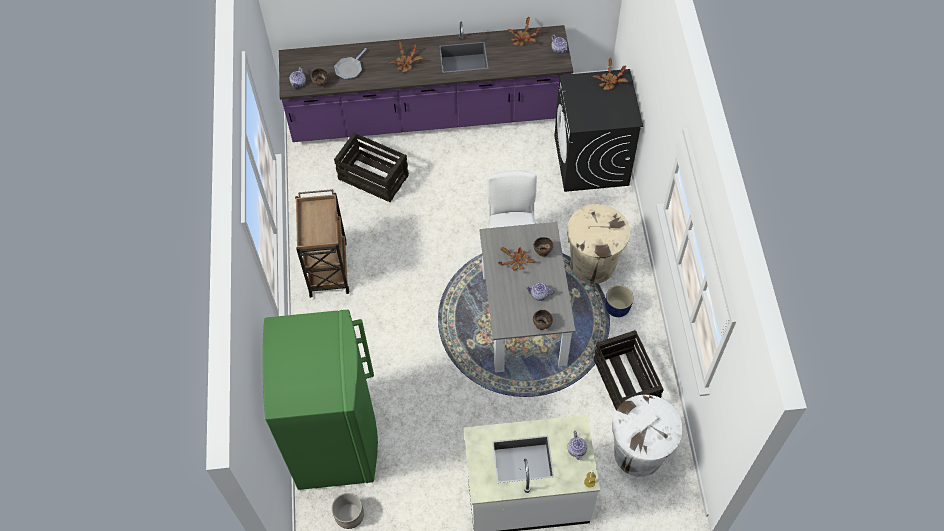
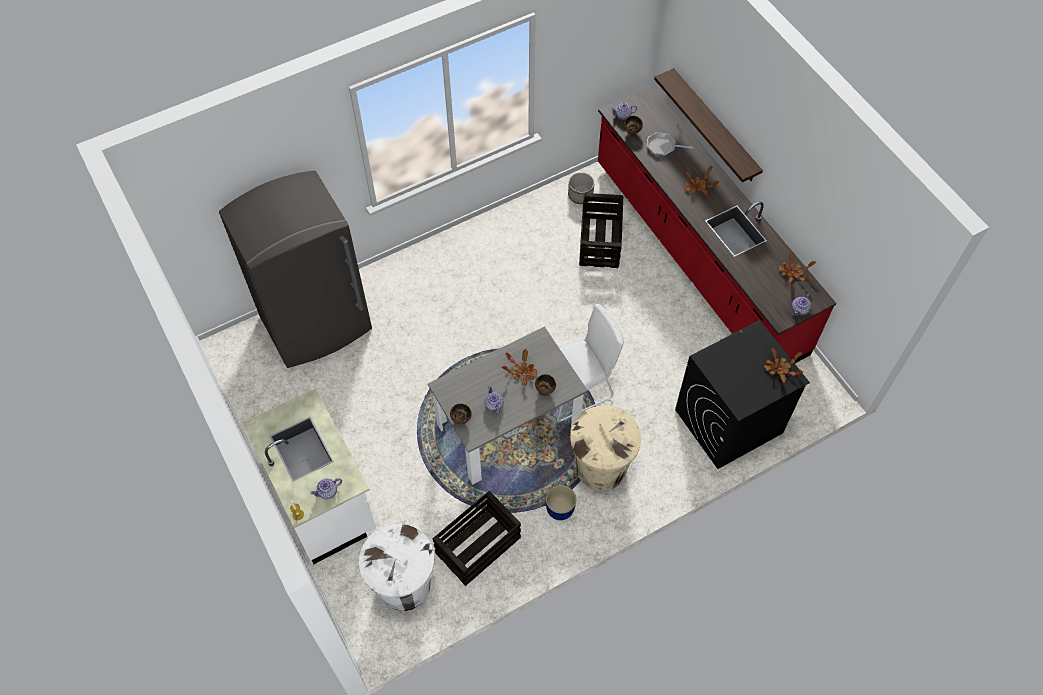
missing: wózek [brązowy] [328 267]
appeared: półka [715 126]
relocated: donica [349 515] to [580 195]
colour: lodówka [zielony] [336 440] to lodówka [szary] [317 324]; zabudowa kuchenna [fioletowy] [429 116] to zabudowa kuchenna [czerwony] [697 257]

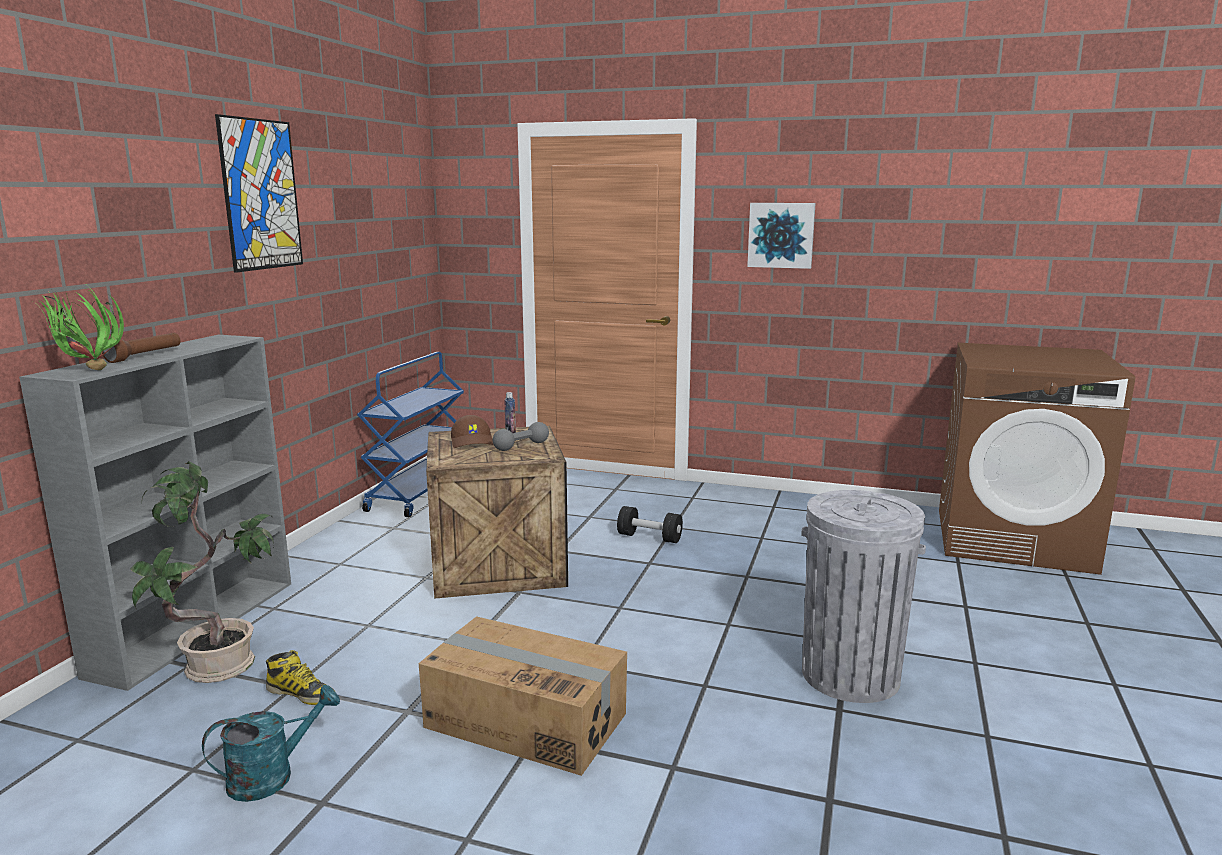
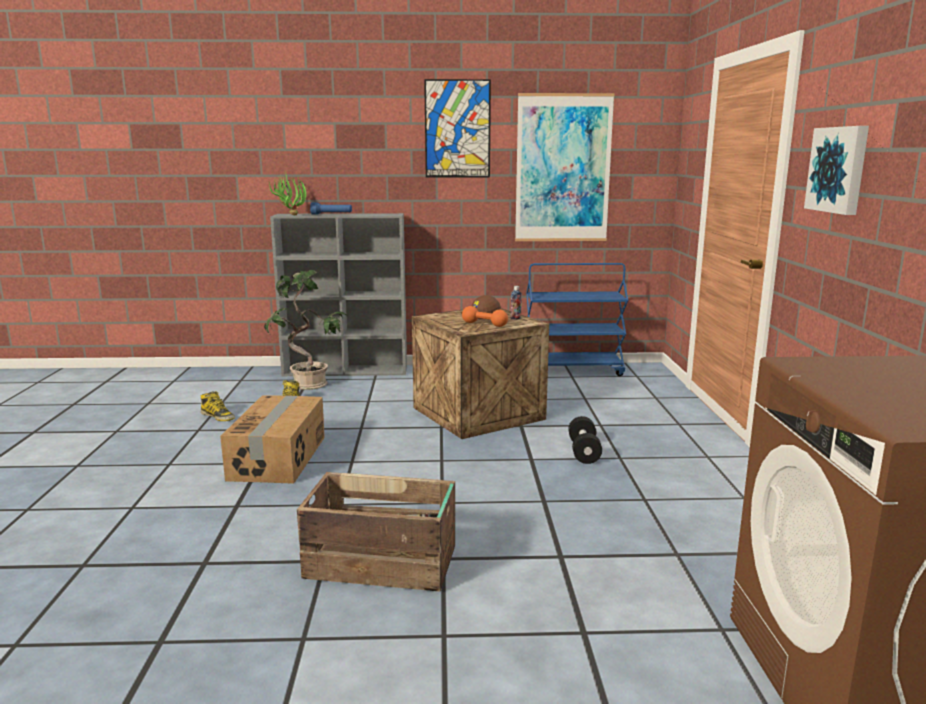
appeared: obraz [563 169]
exchanged: konewka [turkusowy] [272 776] to but z cholewką [218 416]; kosz na śmieci [szary] [850 675] to skrzynka [383 563]
colour: latarka [brązowy] [145 356] to latarka [niebieski] [331 214]; hantel [szary] [521 446] to hantel [pomarańczowy] [484 324]

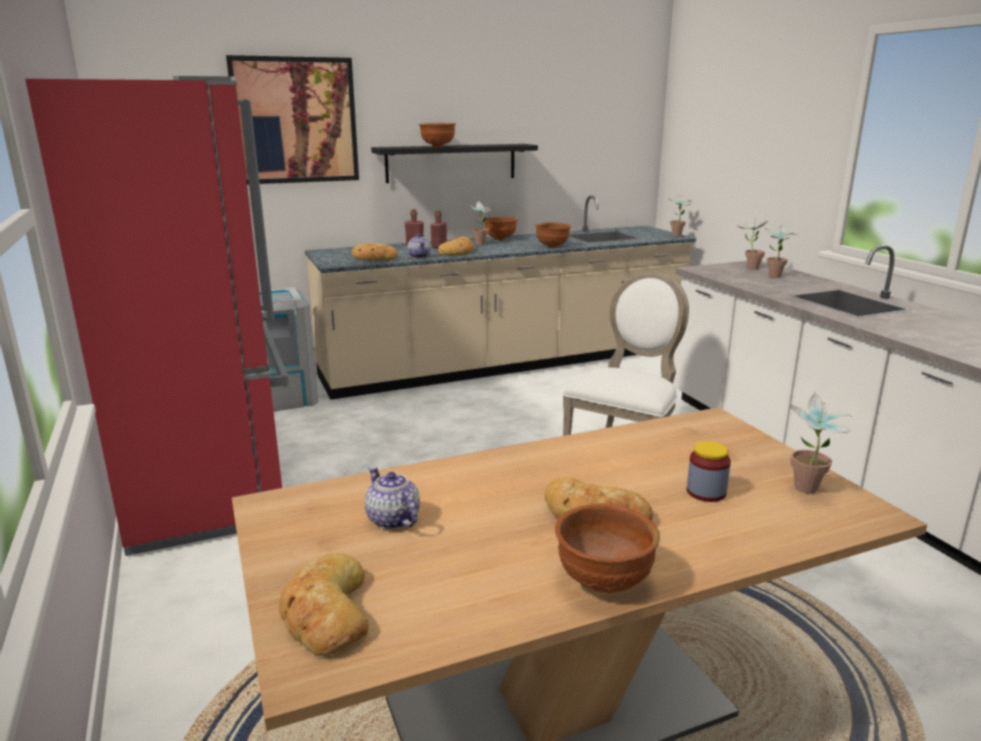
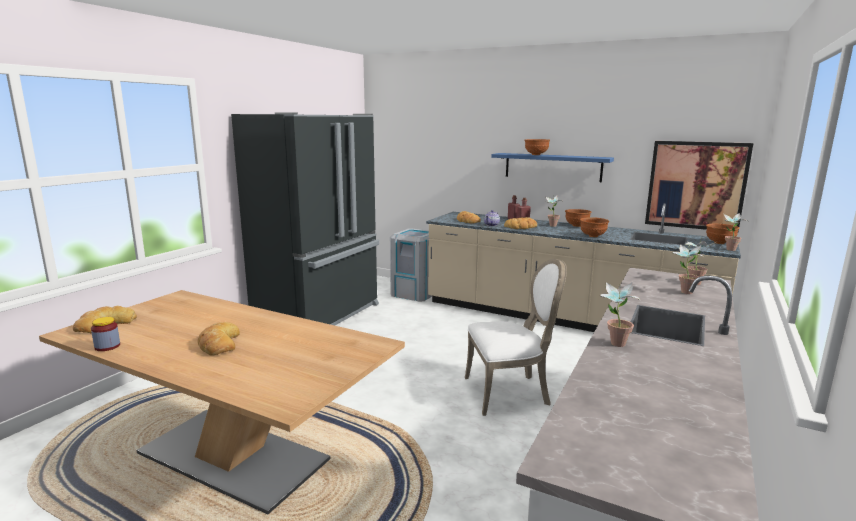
missing: imbryk [393 520]
relocated: obraz [295 121] to [696 185]; miska [brązowy] [602 580] to [719 243]; słoik [706 492] to [107 346]; roślina doniczkowa [807 492] to [614 345]
colour: lodówka [czerwony] [211 483] to lodówka [czarny] [321 315]; półka [czarny] [451 163] to półka [niebieski] [552 167]

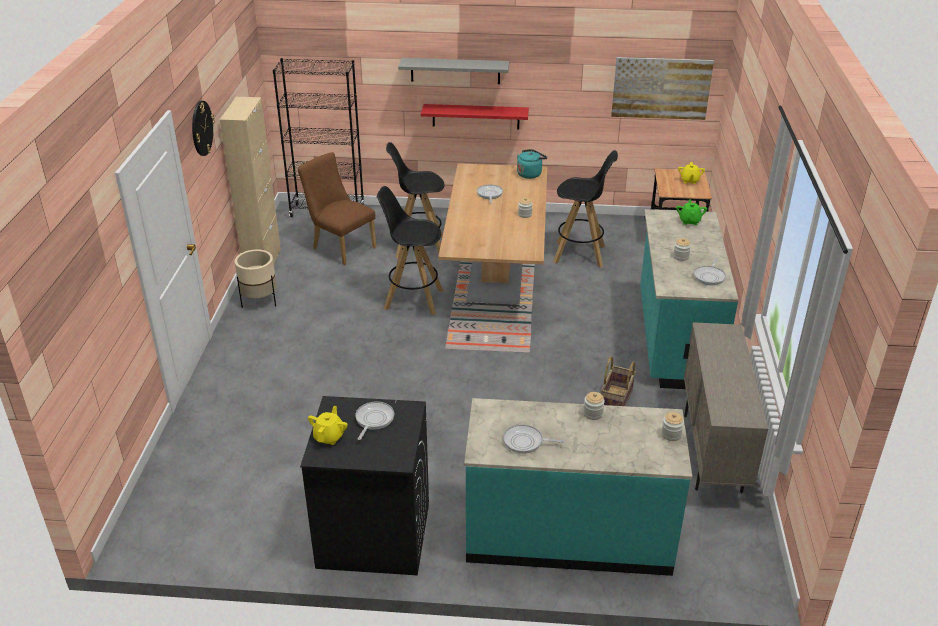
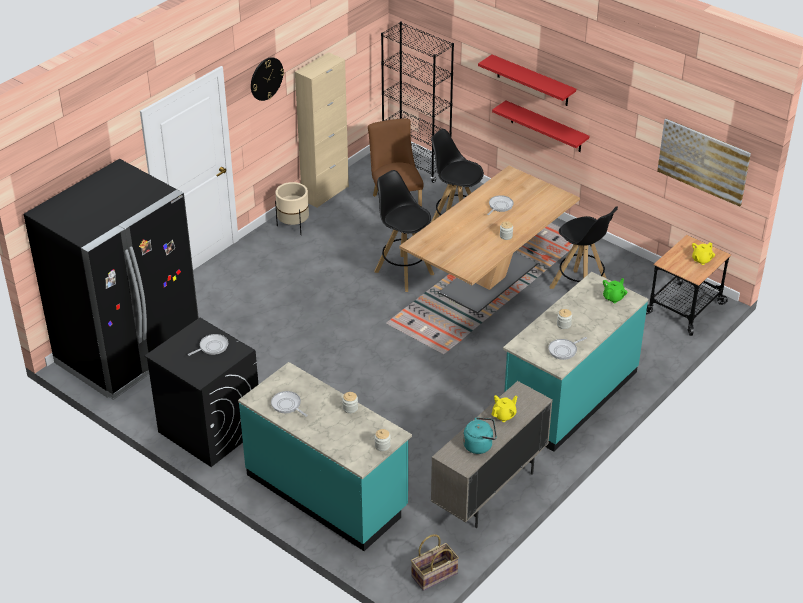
appeared: lodówka [czarny] [129 352]
relocated: imbryk [żółty] [329 437] to [504 415]; czajnik [turkusowy] [530 174] to [479 445]; koszyk [616 400] to [434 575]
colour: półka [szary] [455 70] to półka [czerwony] [532 81]

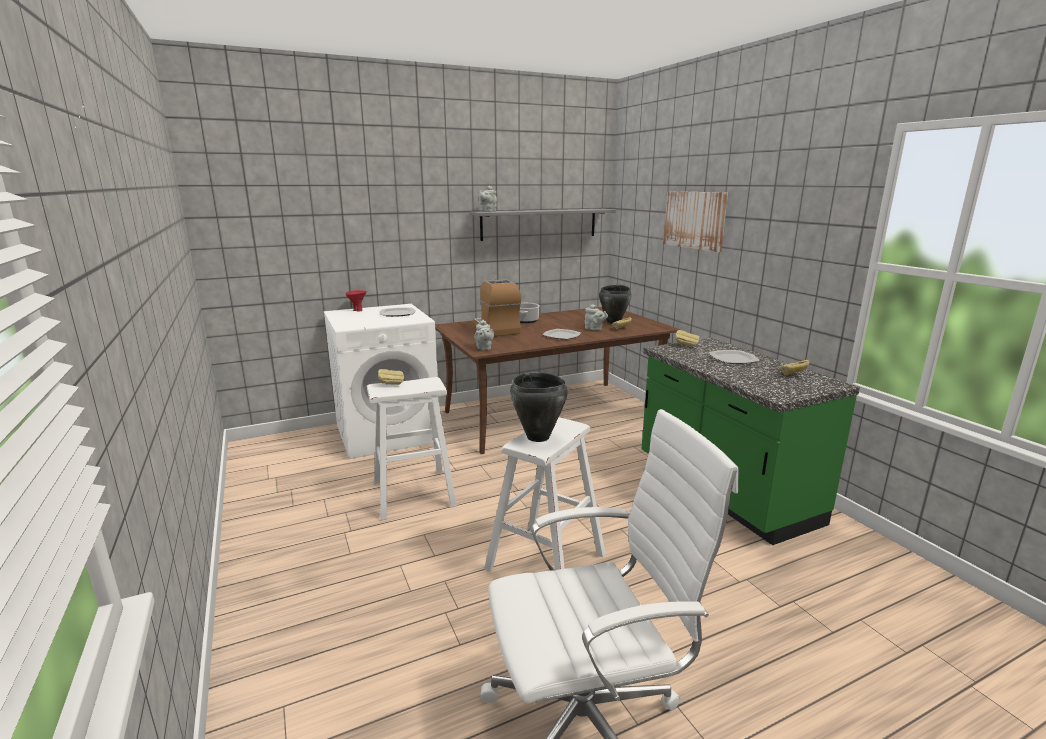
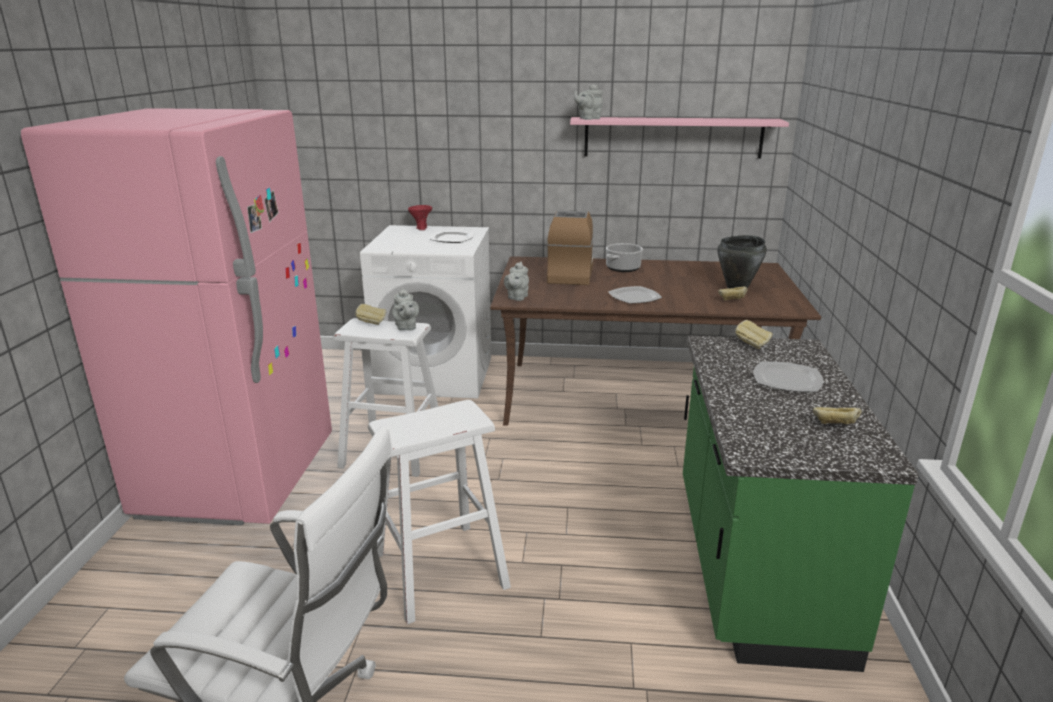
missing: garnek [czarny] [538 437]; obraz [695 220]
appeared: lodówka [różowy] [240 477]
relocated: imbryk [szary] [594 329] to [406 327]
colour: półka [szary] [539 224] to półka [różowy] [673 137]

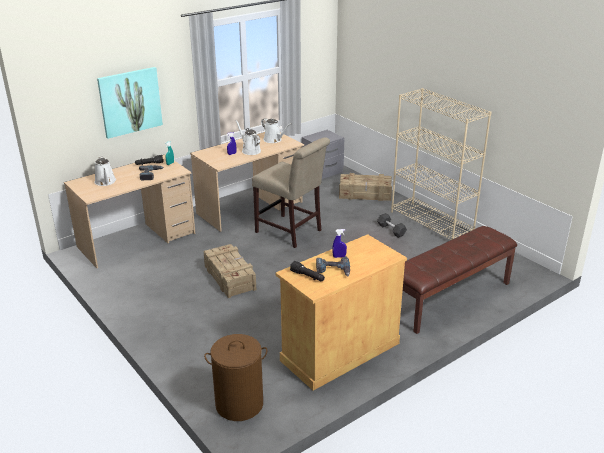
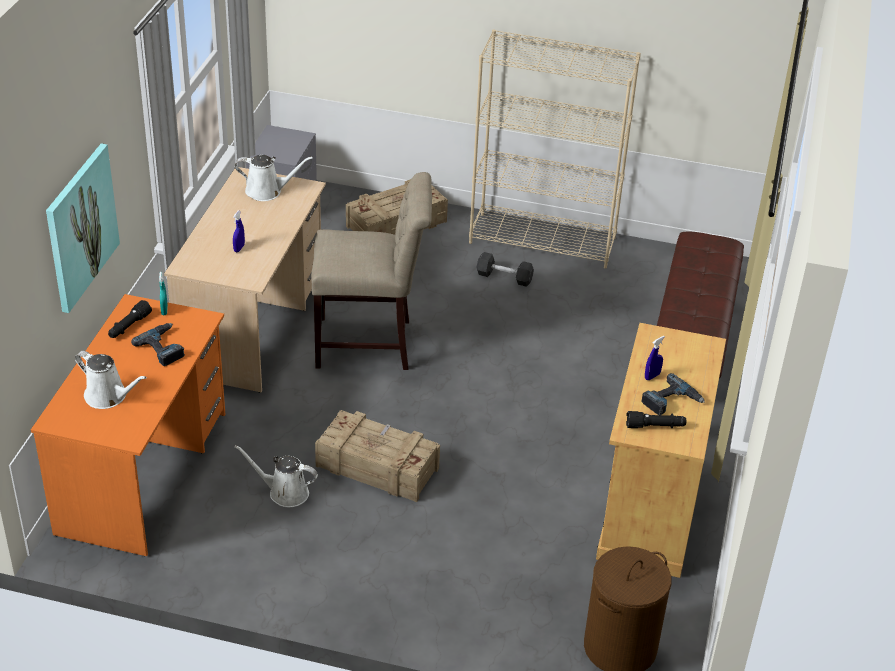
relocated: konewka [biały] [250 150] to [284 492]
colour: biurko [beżowy] [137 240] to biurko [pomarańczowy] [143 472]

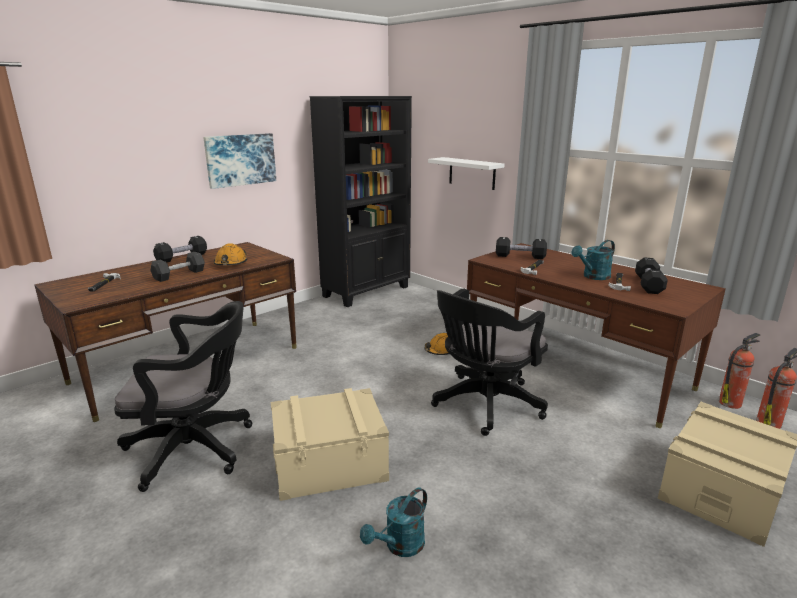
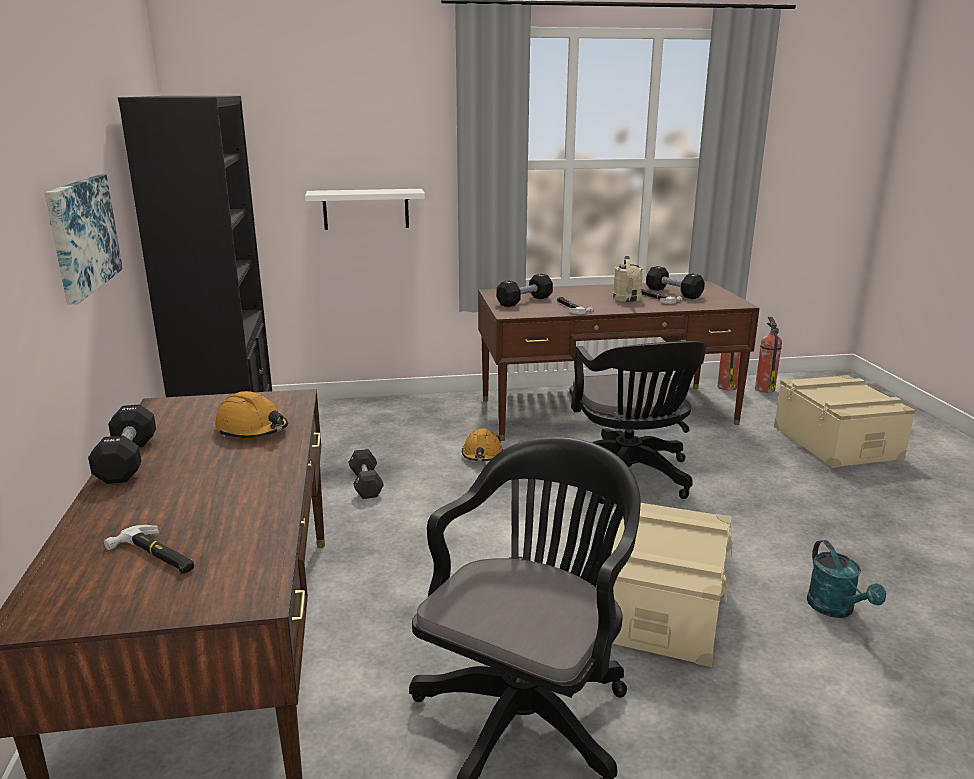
relocated: hantel [czarny] [179 275] to [366 484]
colour: konewka [turkusowy] [593 277] to konewka [beżowy] [628 299]

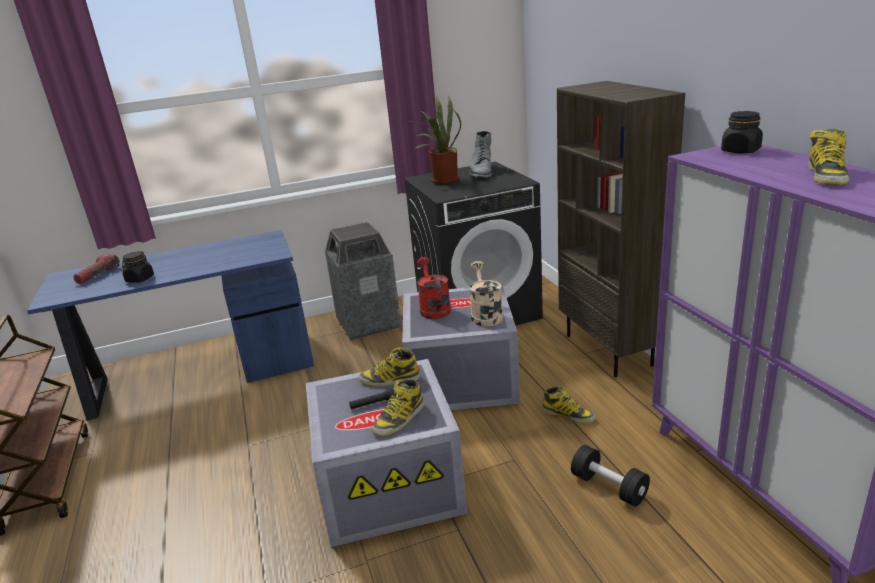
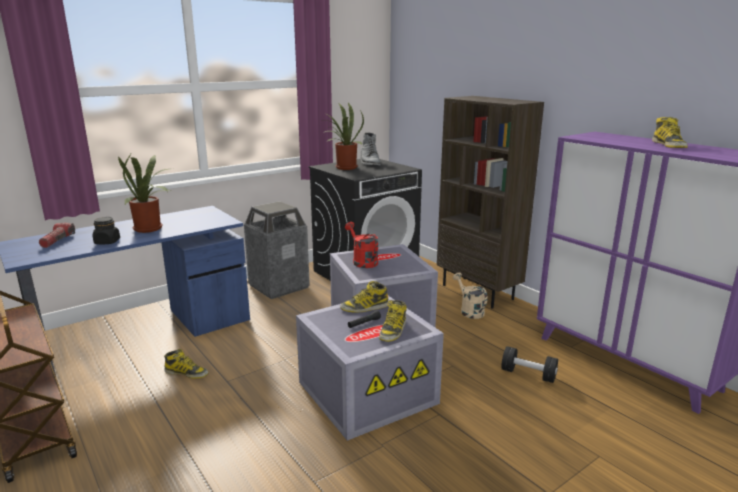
missing: słoik [czarny] [740 151]
appeared: roślina doniczkowa [151 229]
relocated: konewka [beżowy] [485 315] to [469 311]; but z cholewką [568 414] to [187 373]

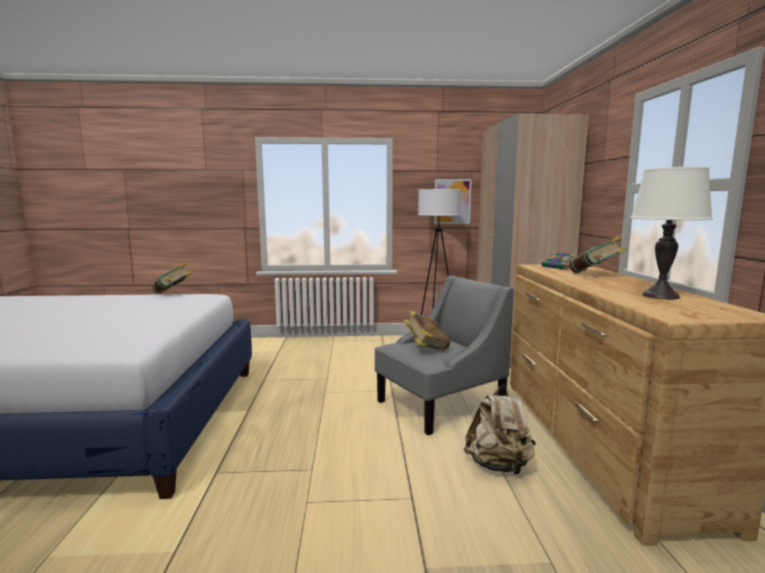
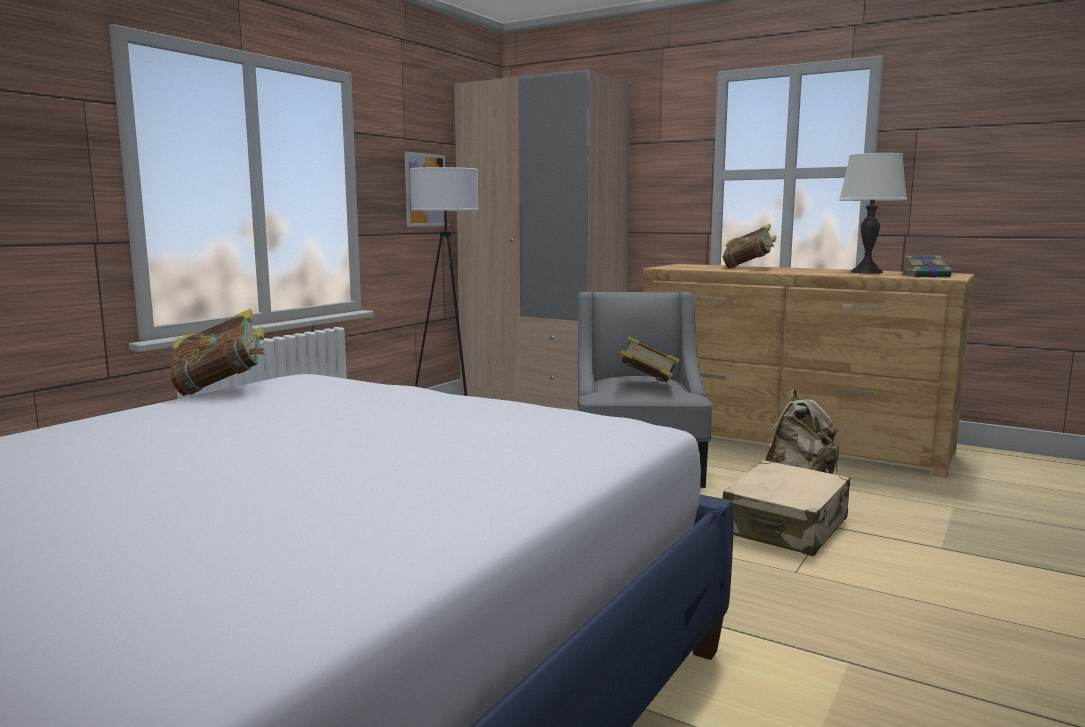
appeared: walizka [beżowy] [785 526]
relocated: książka [559 267] to [927 276]

